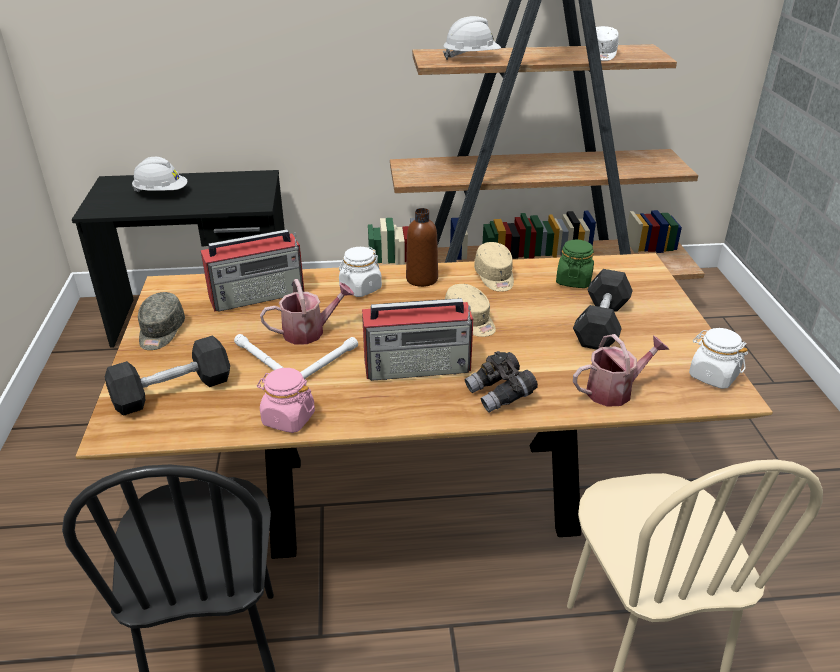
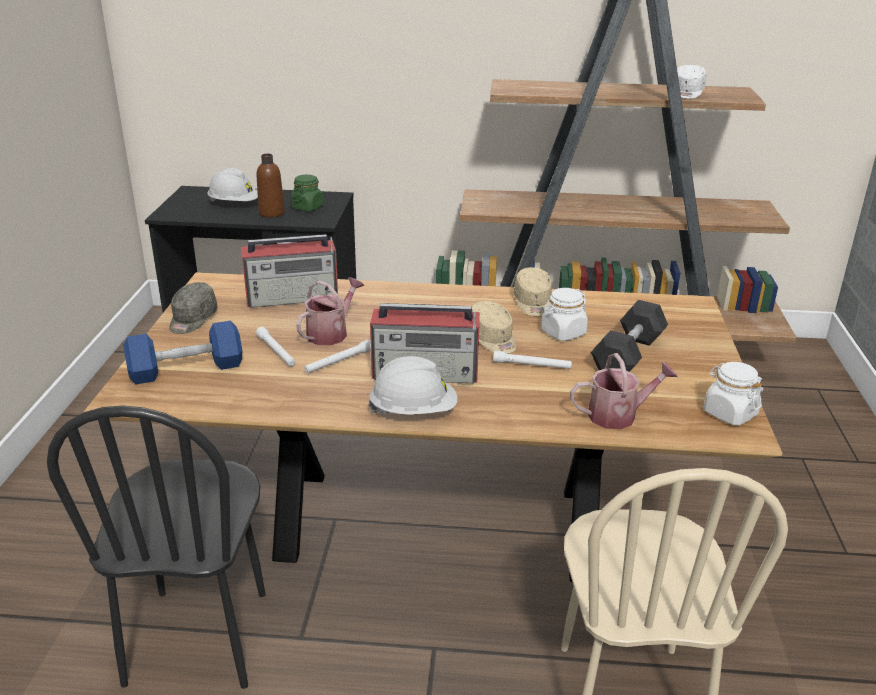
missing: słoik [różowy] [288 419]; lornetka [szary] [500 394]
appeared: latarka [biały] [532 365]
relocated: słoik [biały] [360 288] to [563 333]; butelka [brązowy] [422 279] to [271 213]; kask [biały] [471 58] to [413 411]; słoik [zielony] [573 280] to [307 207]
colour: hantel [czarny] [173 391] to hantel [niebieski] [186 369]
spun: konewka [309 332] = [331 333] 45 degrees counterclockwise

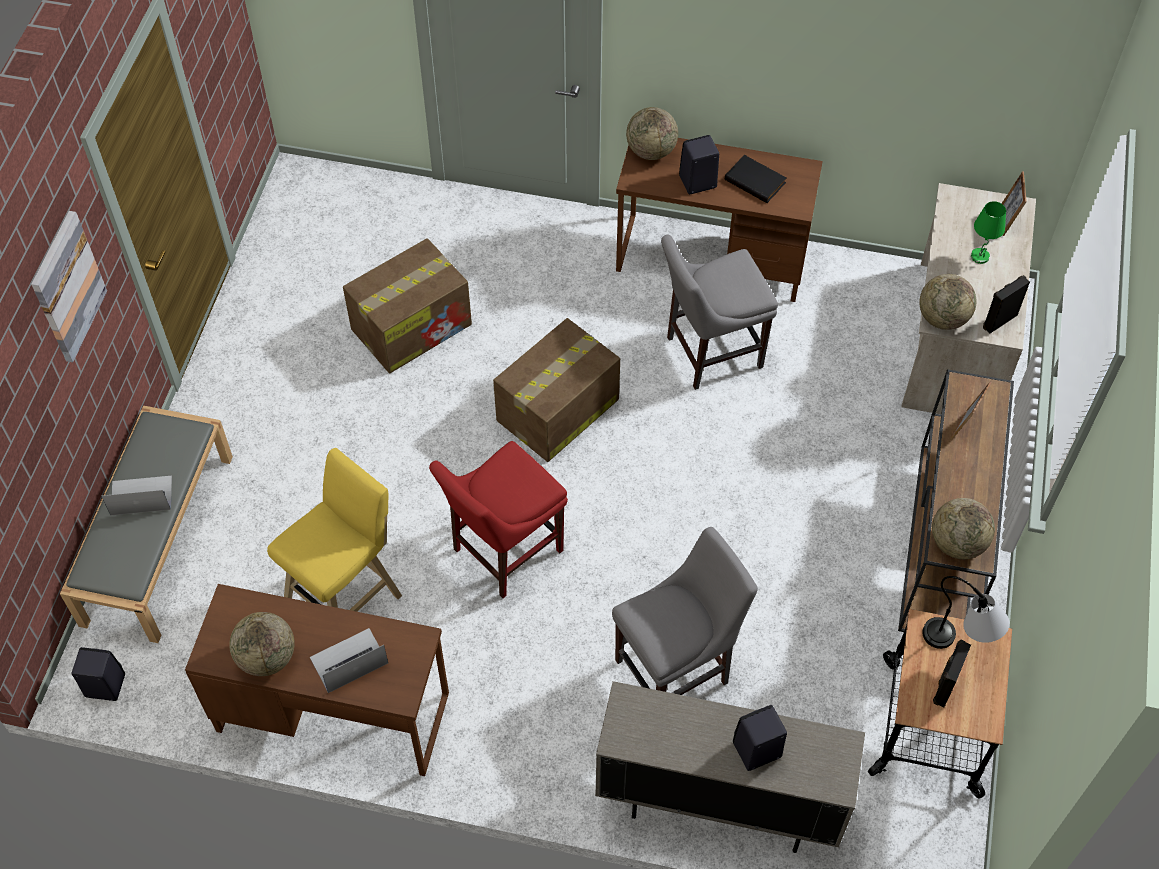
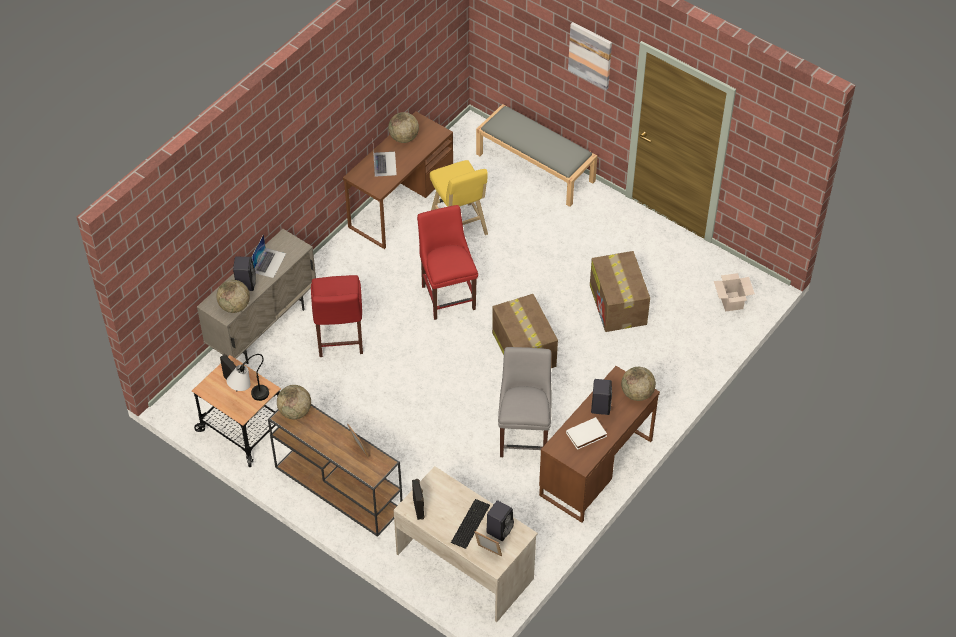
appeared: karton [732 302]
relocated: głośnik [czarny] [103 685] to [500 529]; laptop [141 495] to [269 262]; globus [942 318] to [235 306]
exchanged: lampa stołowa [zielony] [980 257] to klawiatura [469 524]
colour: krzesło [szary] [677 669] to krzesło [czerwony] [339 340]; książka [czarny] [756 181] to książka [biały] [586 435]

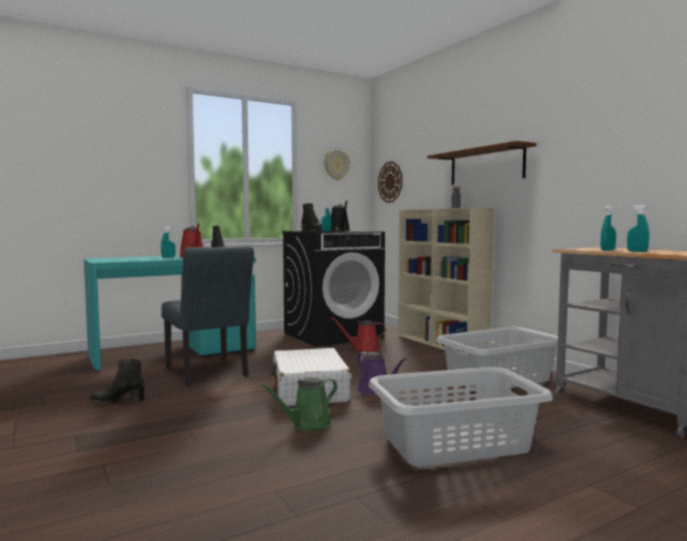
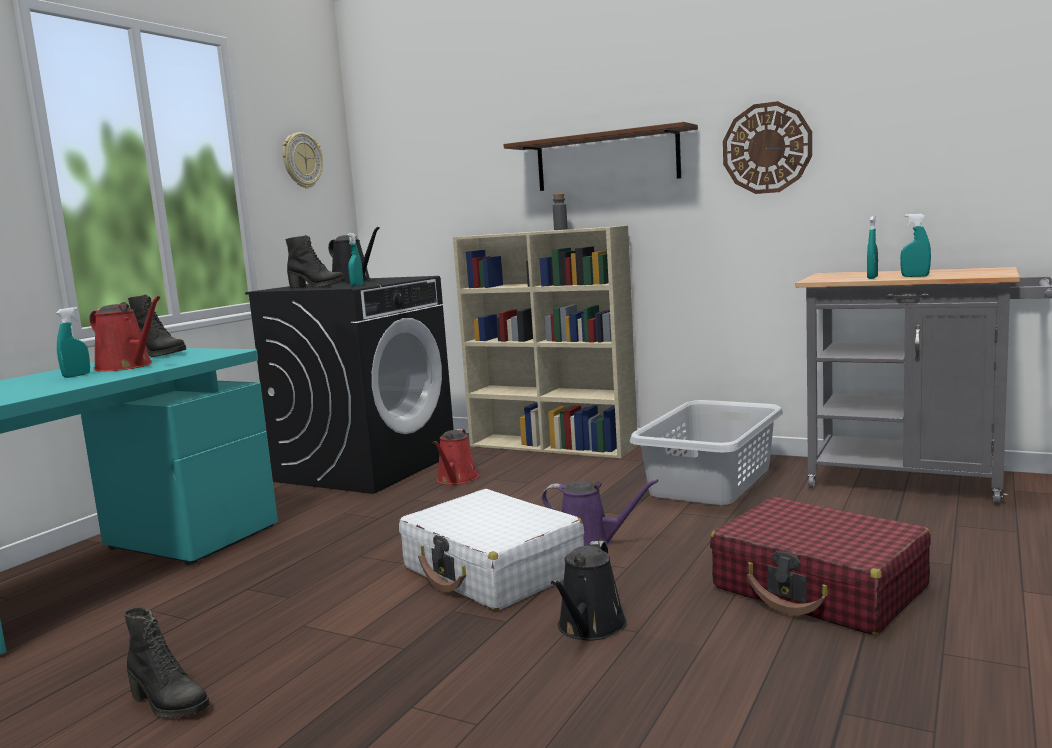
missing: krzesło [szary] [208 374]
relocated: zegar ścienny [390 182] to [767 148]
exchanged: kosz na pranie [szary] [457 444] to walizka [czerwony] [819 588]
colour: konewka [zielony] [308 424] to konewka [czarny] [589 627]
spun: but z cholewką [czarny] [118 401] = [168 704] 105 degrees counterclockwise; konewka [czerwony] [363 349] = [456 479] 45 degrees counterclockwise

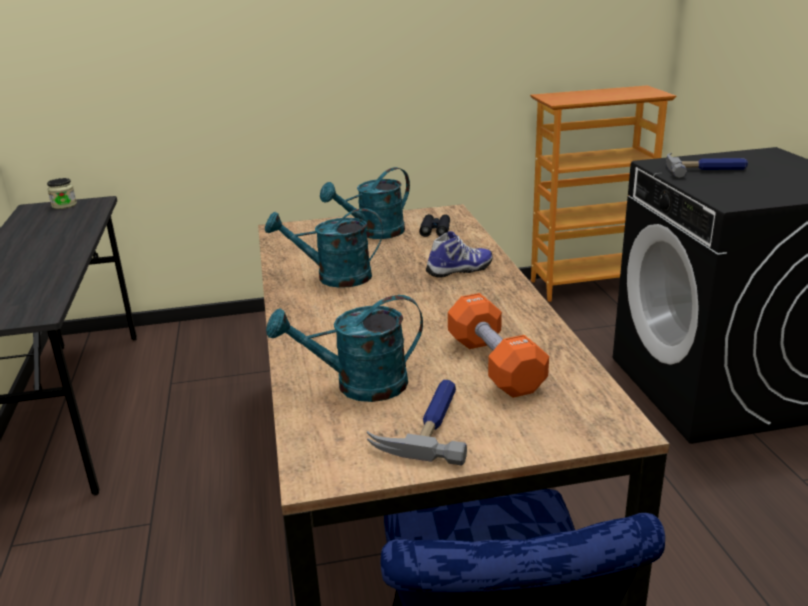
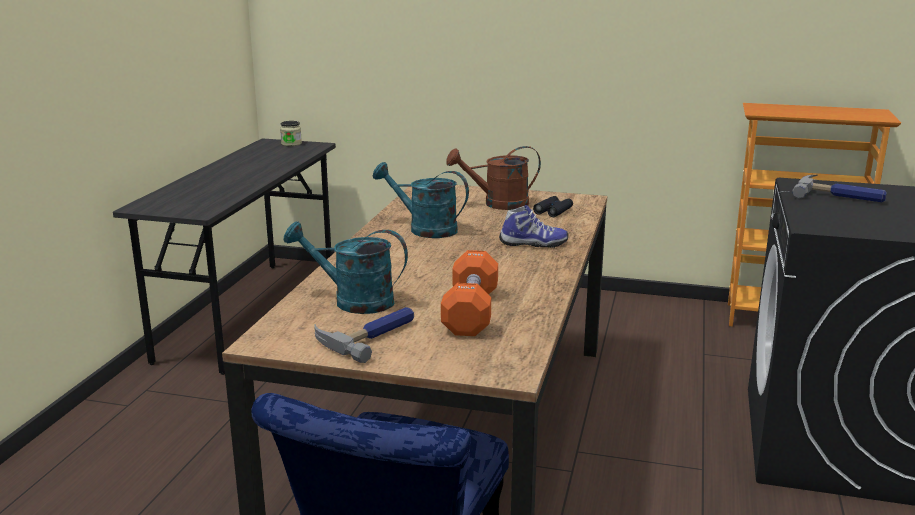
colour: konewka [turkusowy] [374 233] to konewka [brązowy] [498 204]

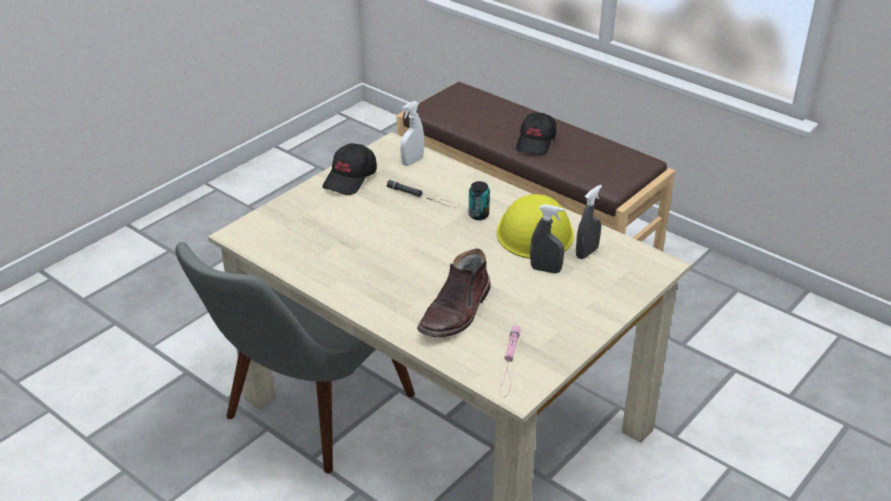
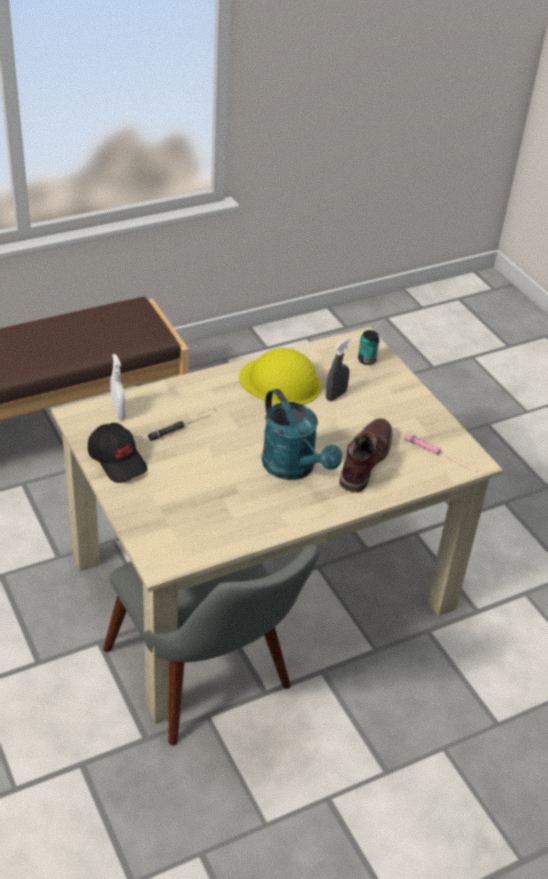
missing: czapka z daszkiem [czarny] [536 142]; spryskiwacz [szary] [586 253]
appeared: konewka [turkusowy] [294 468]
relocated: puszka [478 215] to [367 360]
spun: but z cholewką [brązowy] [456 312] = [364 460] 120 degrees counterclockwise

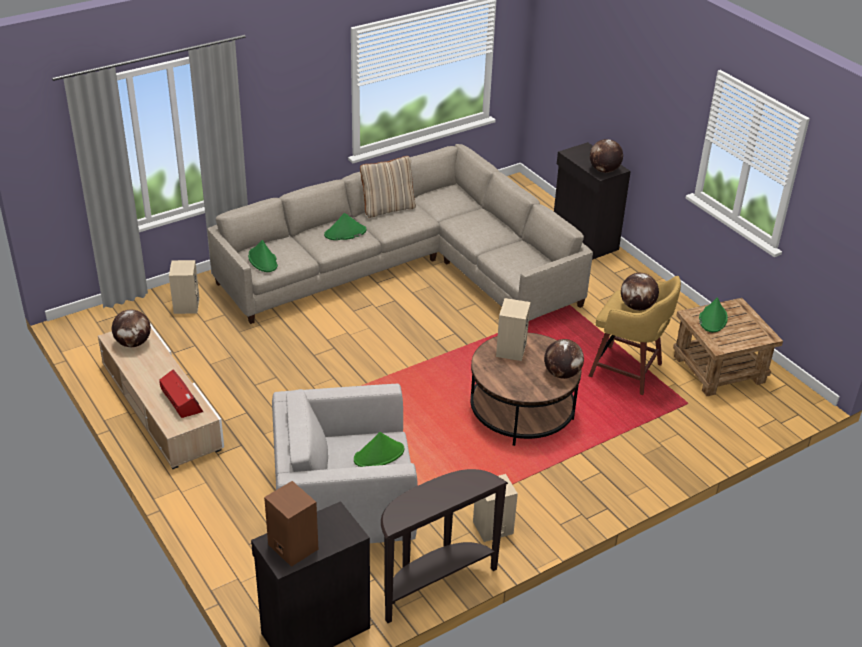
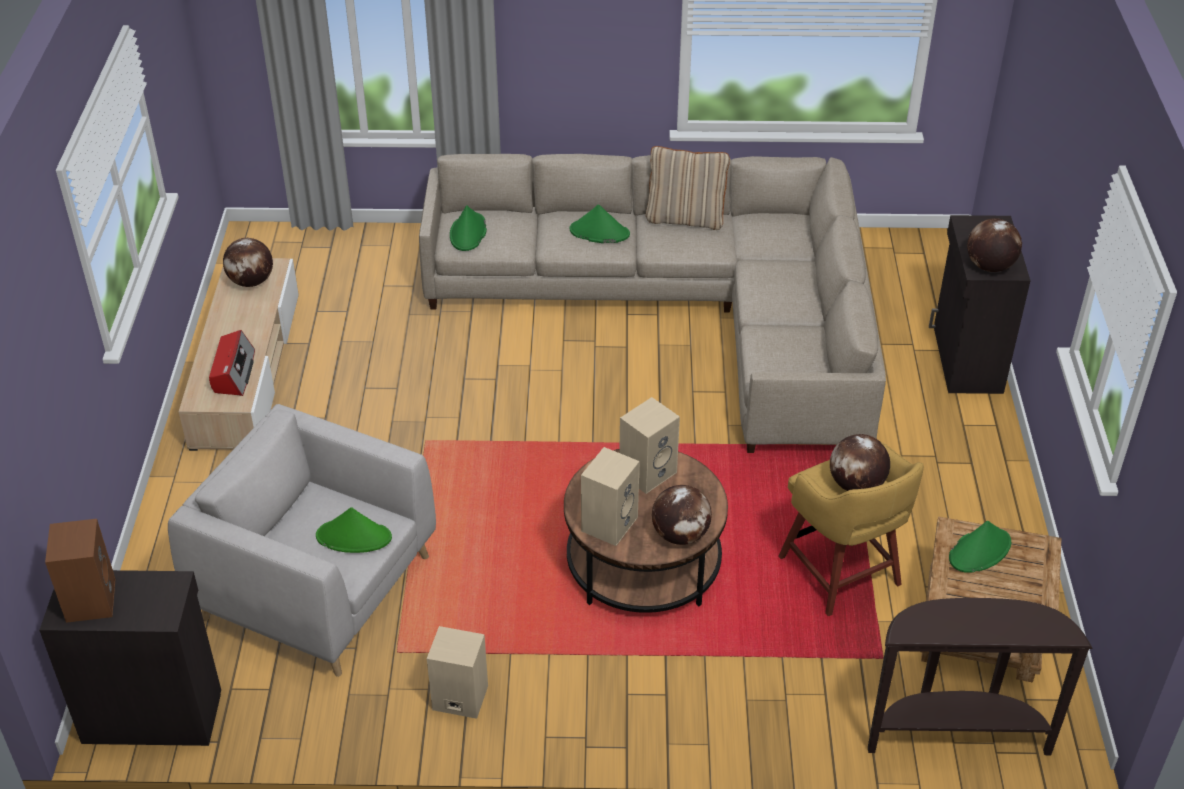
relocated: głośnik [beżowy] [186 305] to [609 523]; stolik konsolowy [brązowy] [434 584] to [955 734]

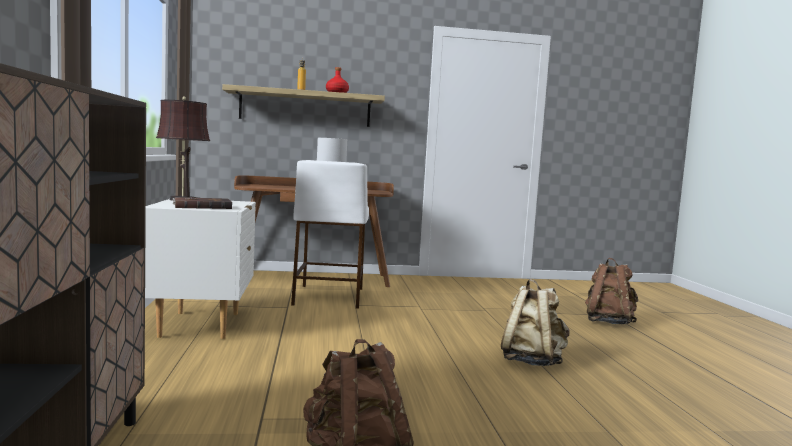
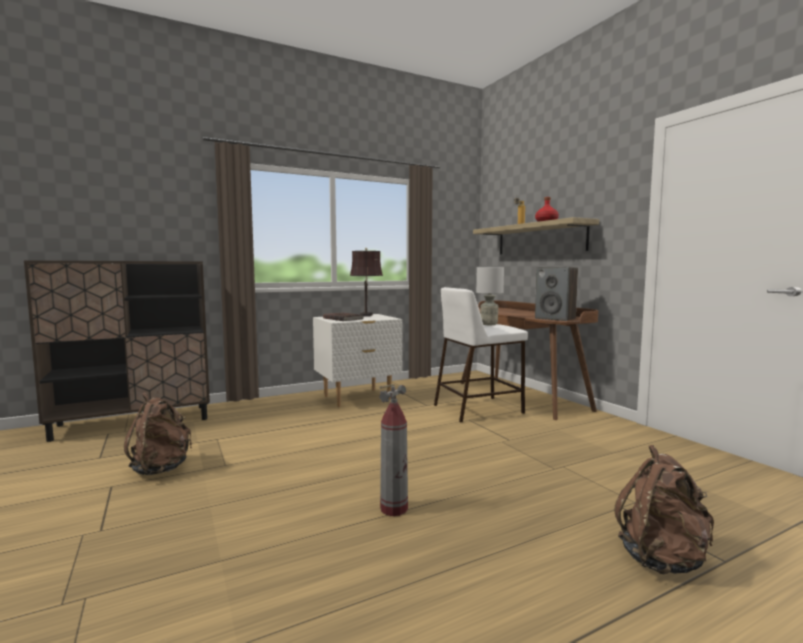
appeared: głośnik [555 318]
exchanged: plecak [beżowy] [532 361] to gaśnica [394 508]

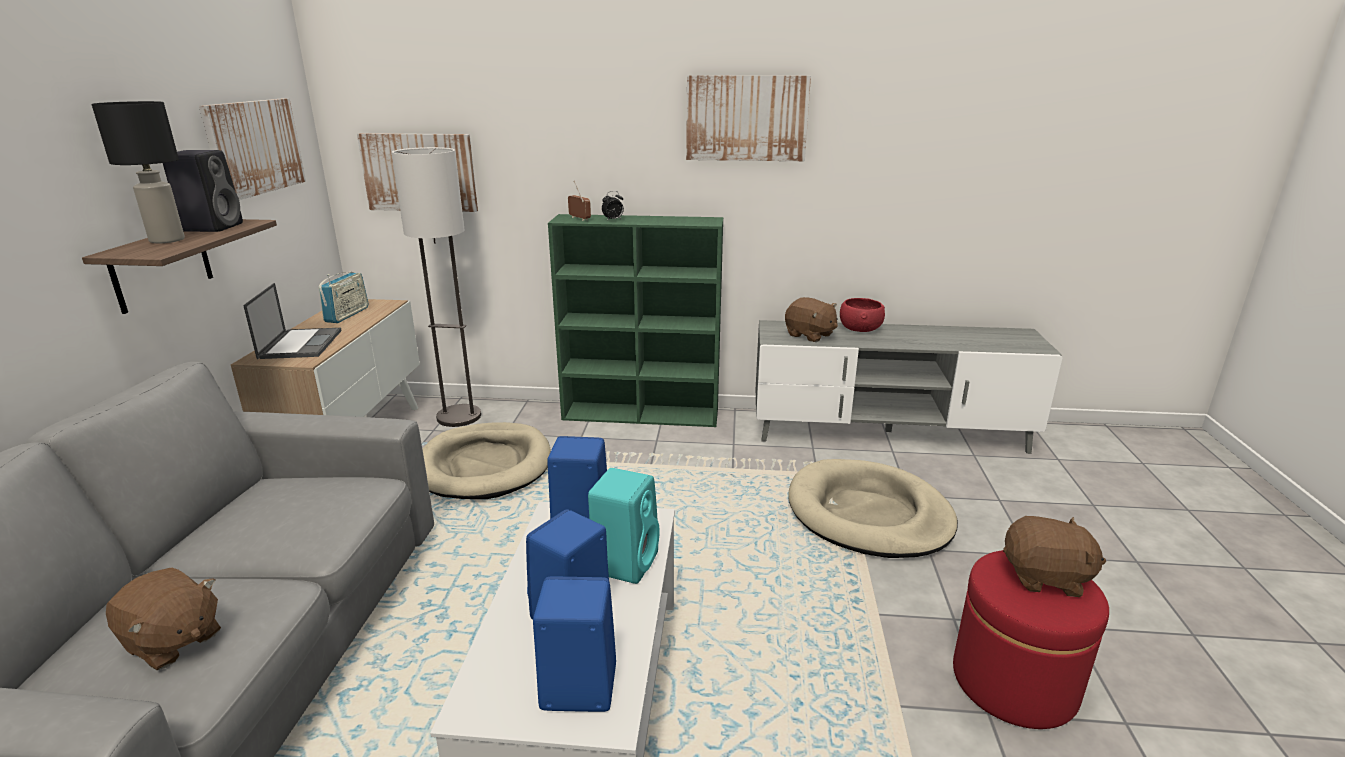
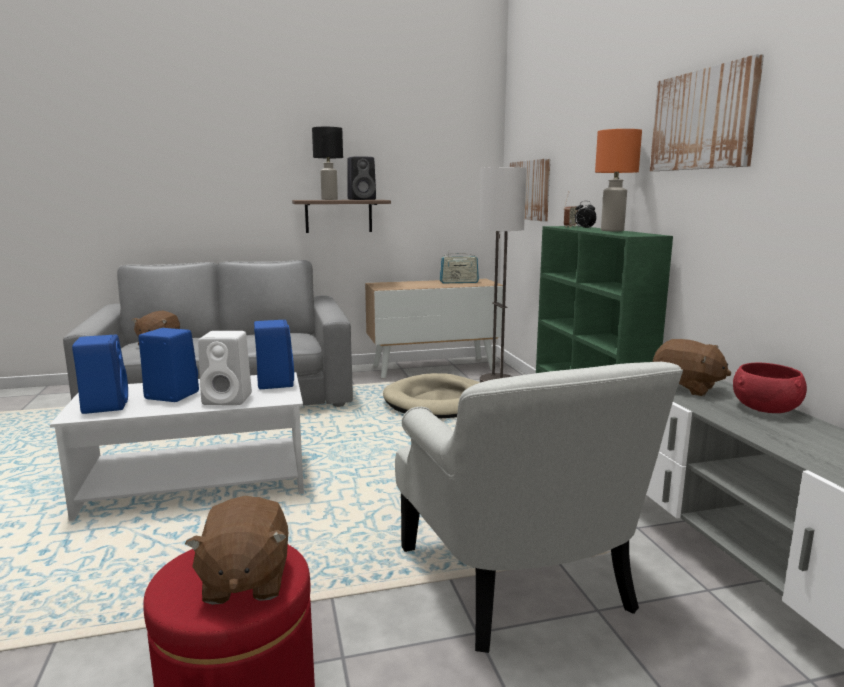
missing: obraz [254 147]; laptop [300 344]
appeared: lampa stołowa [pomarańczowy] [612 230]
exchanged: legowisko [beżowy] [868 514] to fotel [biały] [520 579]
colour: głośnik [turkusowy] [625 561] to głośnik [biały] [229 399]
spun: pluszak [brązowy] [810 335] = [686 388] 75 degrees counterclockwise

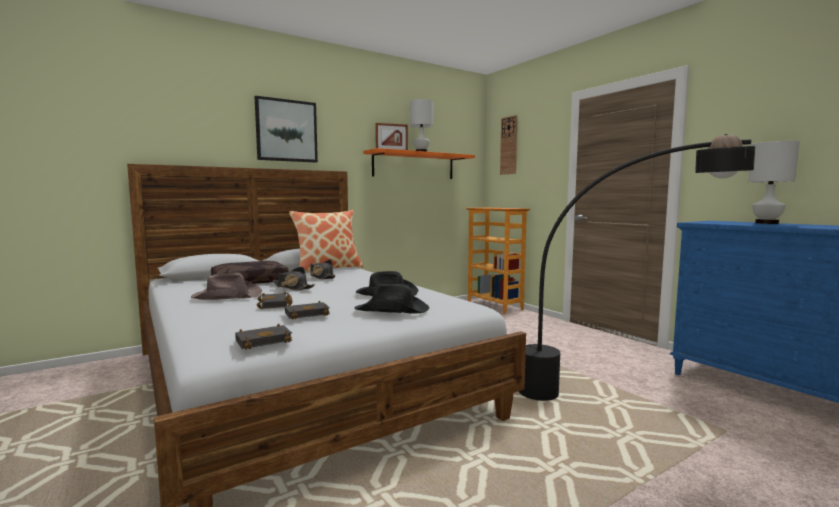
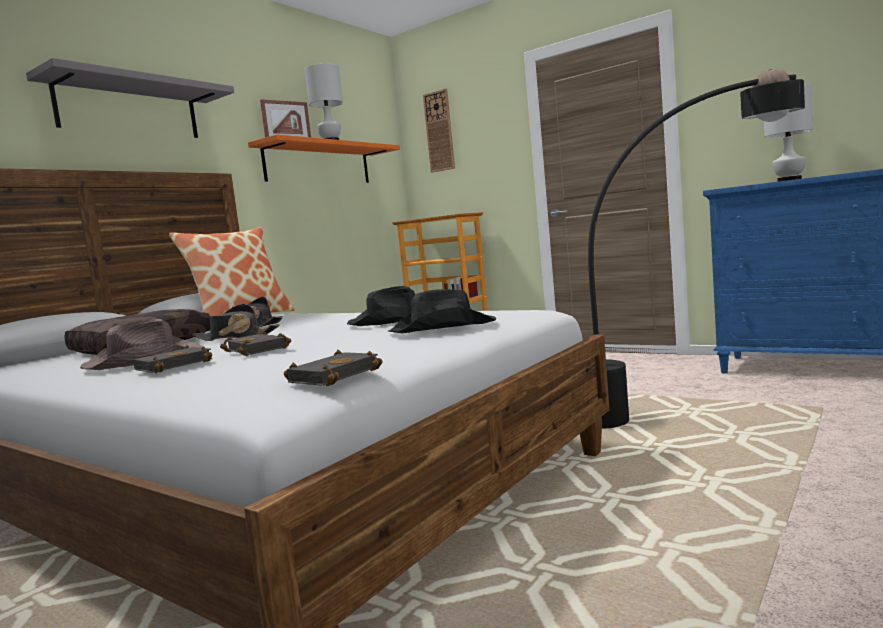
relocated: książka [czarny] [308 313] to [174 365]
exchanged: obraz [286 131] to półka [szary] [129 109]

